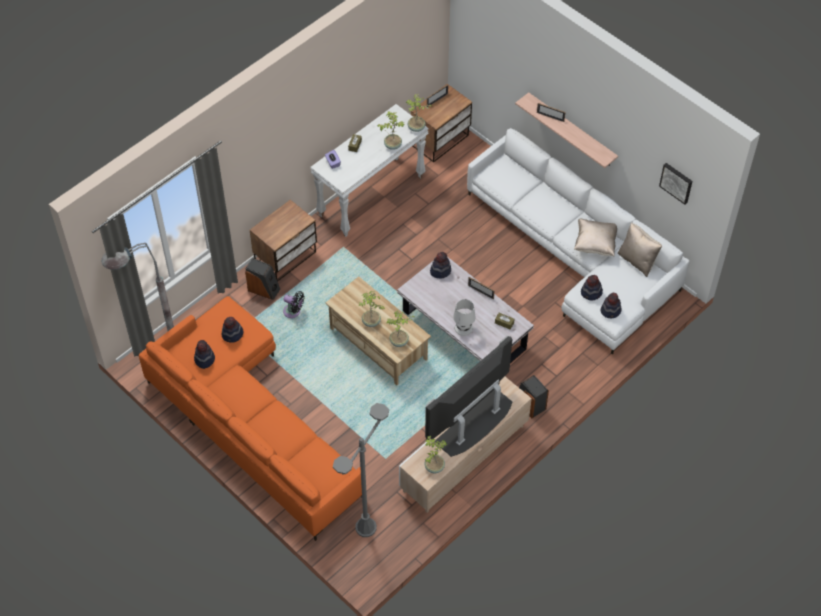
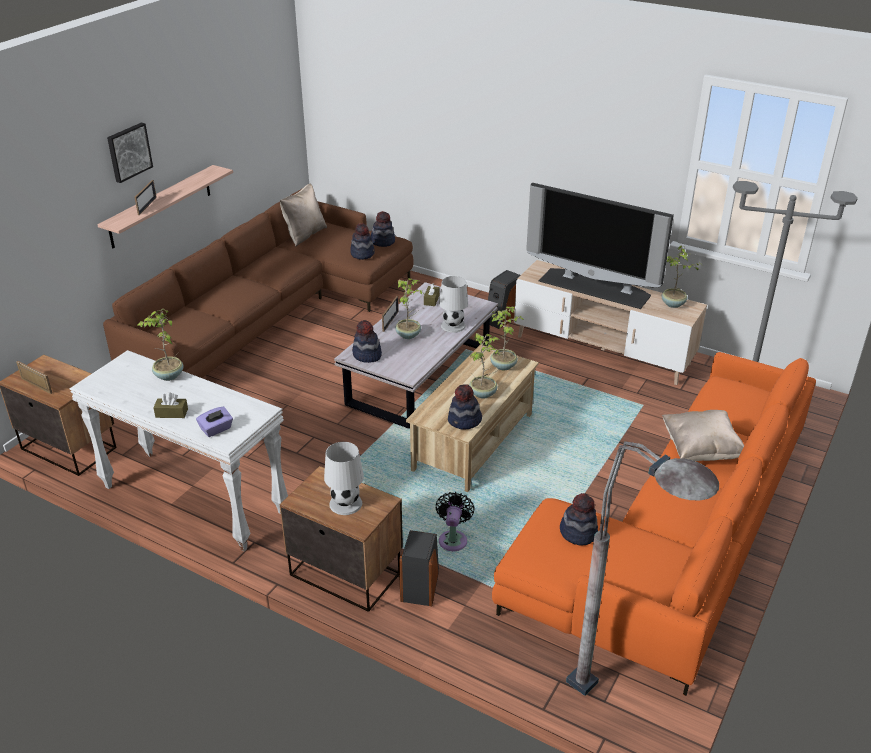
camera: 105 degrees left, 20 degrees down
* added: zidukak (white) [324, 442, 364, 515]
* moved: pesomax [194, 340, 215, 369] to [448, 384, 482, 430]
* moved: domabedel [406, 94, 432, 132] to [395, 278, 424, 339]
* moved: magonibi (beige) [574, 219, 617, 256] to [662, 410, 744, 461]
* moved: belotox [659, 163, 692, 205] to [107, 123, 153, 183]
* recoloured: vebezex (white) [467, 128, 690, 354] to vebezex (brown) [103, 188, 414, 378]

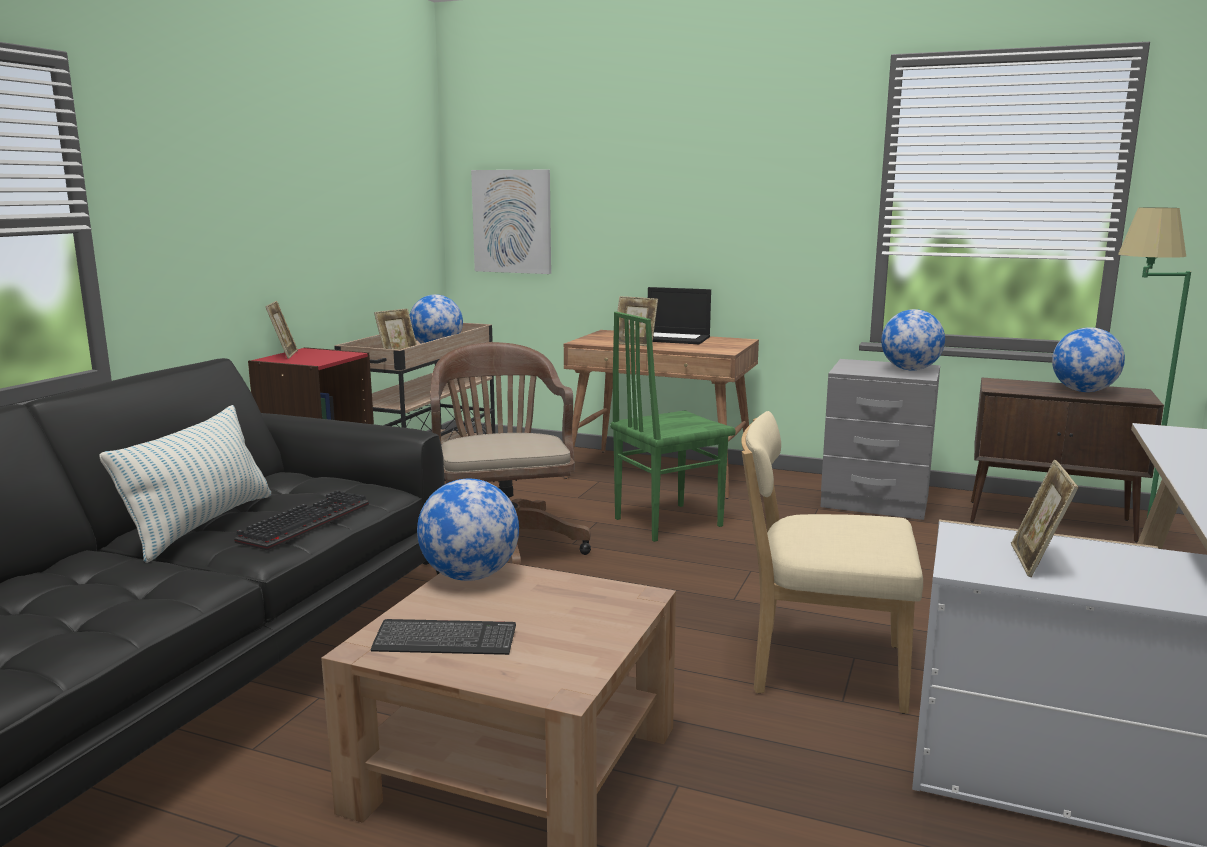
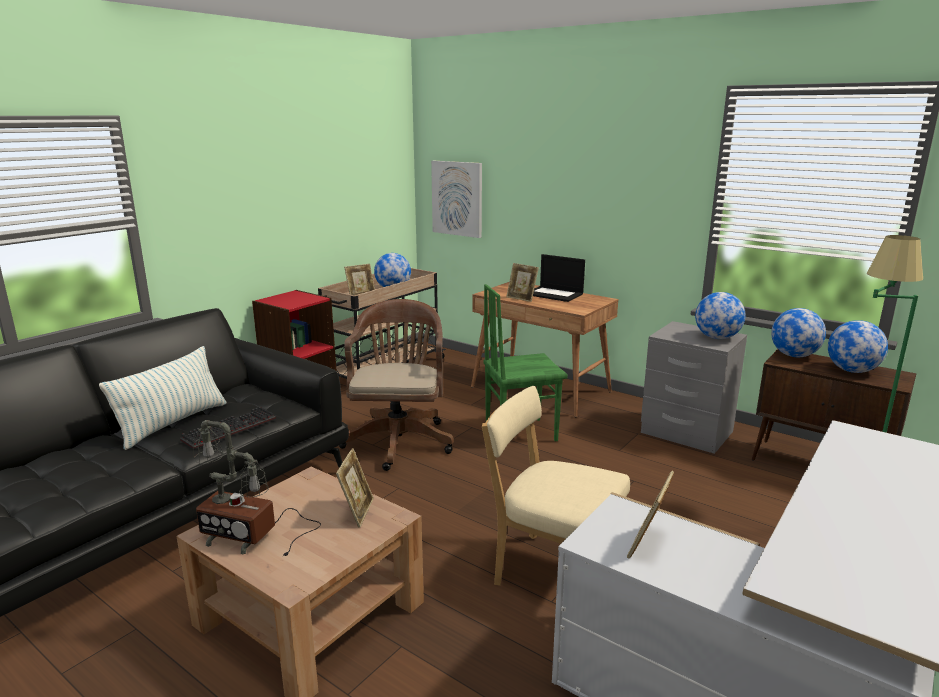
camera: 15 degrees right, 5 degrees up
* moved: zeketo [266, 301, 298, 359] to [336, 448, 374, 528]
* moved: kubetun [417, 479, 519, 581] to [771, 308, 826, 357]
* replaced: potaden [371, 619, 516, 655] to zidukak [193, 420, 321, 557]

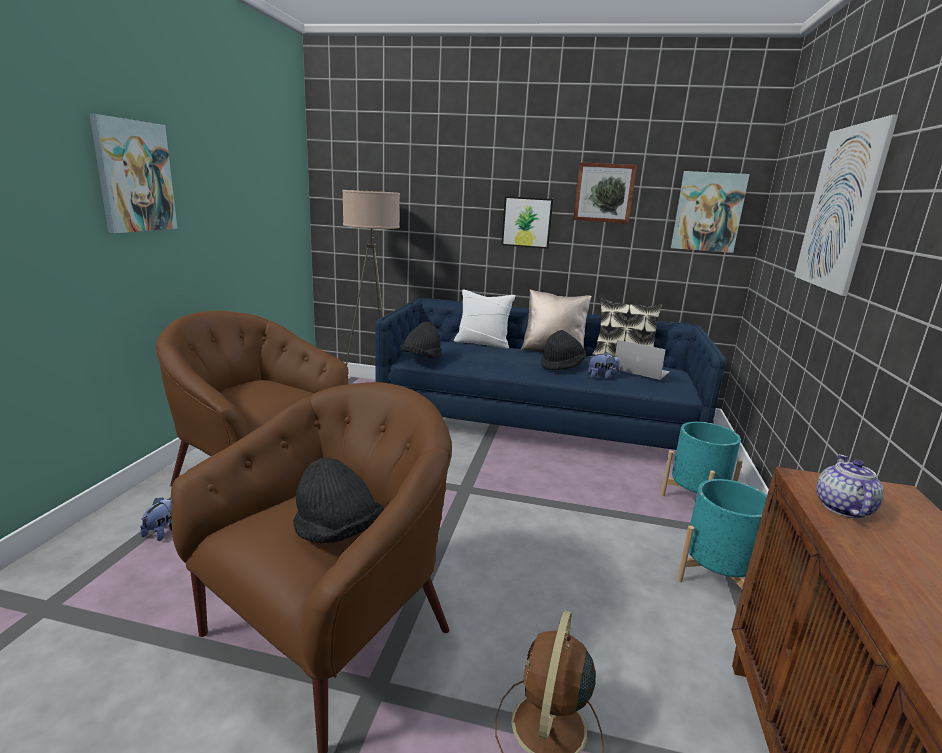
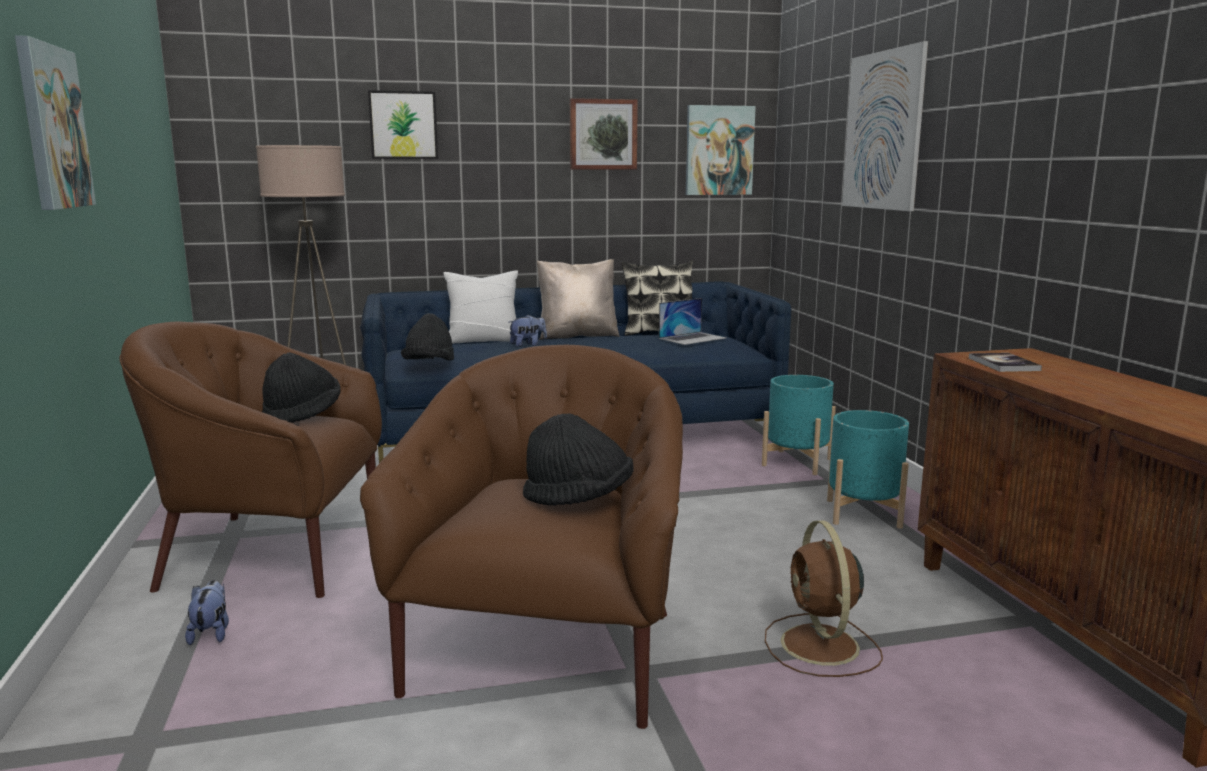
camera: 25 degrees left, 5 degrees down
* moved: belotox [501, 196, 554, 249] to [368, 90, 438, 159]
* moved: pesomax (black) [541, 330, 586, 370] to [262, 352, 341, 423]
* moved: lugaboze [588, 352, 620, 379] to [509, 315, 547, 347]
* replaced: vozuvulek [816, 454, 884, 518] to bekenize [969, 353, 1042, 372]
* turned: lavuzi [613, 340, 670, 380] = [659, 298, 726, 345] 135 degrees clockwise

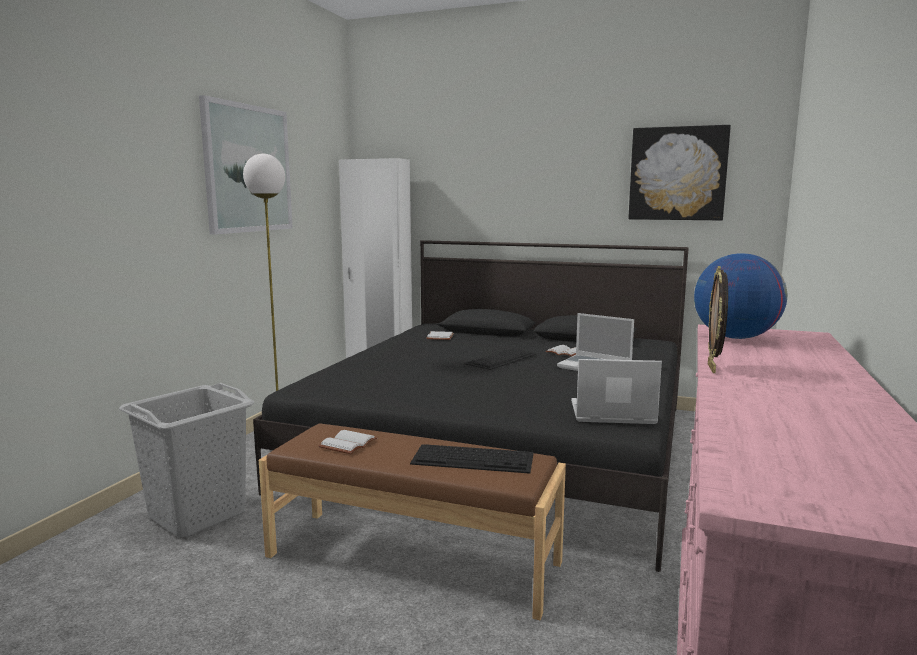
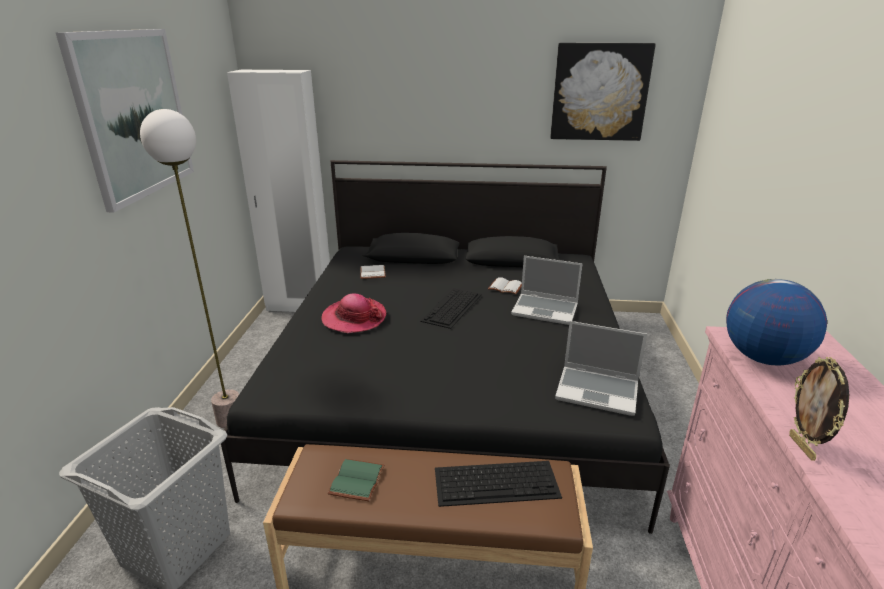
camera: 15 degrees left, 15 degrees up
* added: pesomax [321, 293, 386, 333]
* recoloured: bekenize (white) [319, 430, 377, 454] to bekenize (green) [328, 459, 385, 501]
* turned: lavuzi [571, 359, 662, 424] = [555, 321, 647, 416] 150 degrees counterclockwise

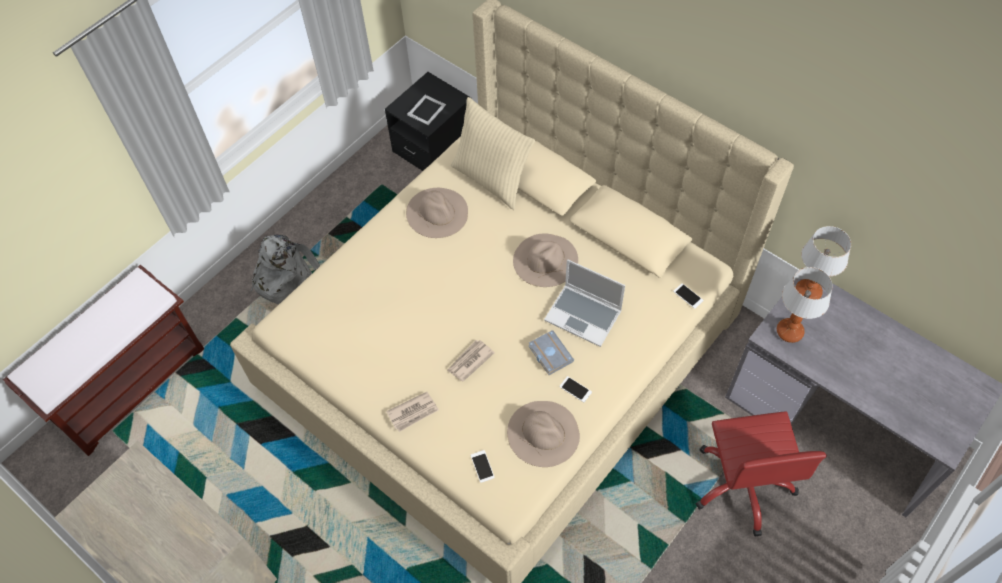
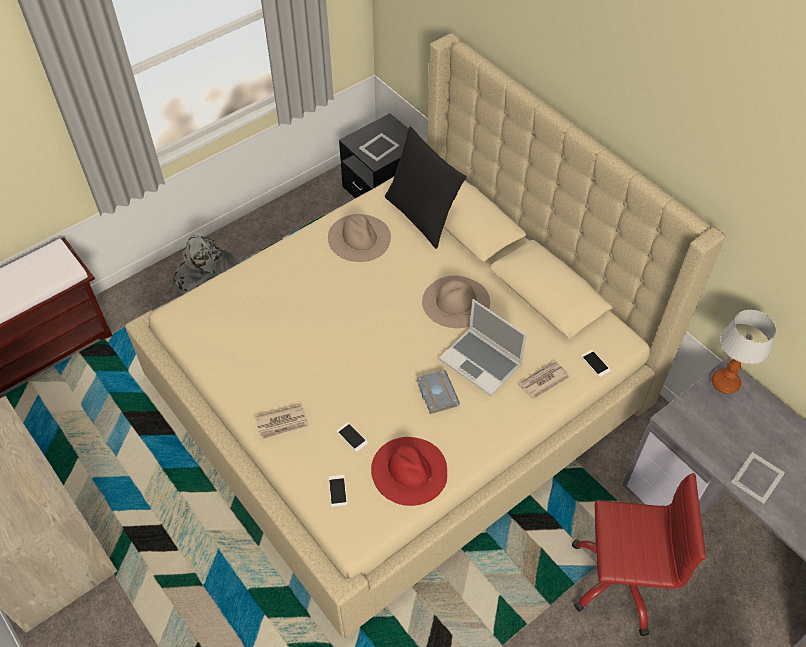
camera: 10 degrees right, 5 degrees down
* removed: zidukak [777, 267, 833, 343]
* added: zeketo [731, 452, 785, 504]
* moved: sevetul [447, 340, 495, 381] to [518, 361, 570, 398]
* moved: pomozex [559, 376, 592, 402] to [337, 422, 368, 452]
* recoloured: magonibi (beige) [451, 97, 535, 210] to magonibi (black) [385, 127, 466, 249]
* recoloured: pesomax (beige) [507, 401, 580, 467] to pesomax (red) [371, 437, 447, 506]
* turned: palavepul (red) [696, 411, 827, 536] = [572, 473, 706, 636] 90 degrees counterclockwise

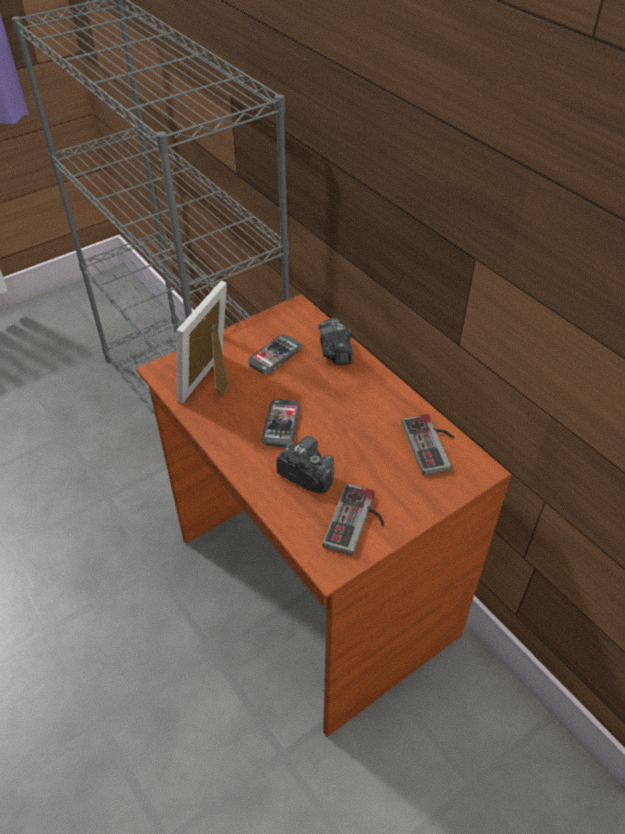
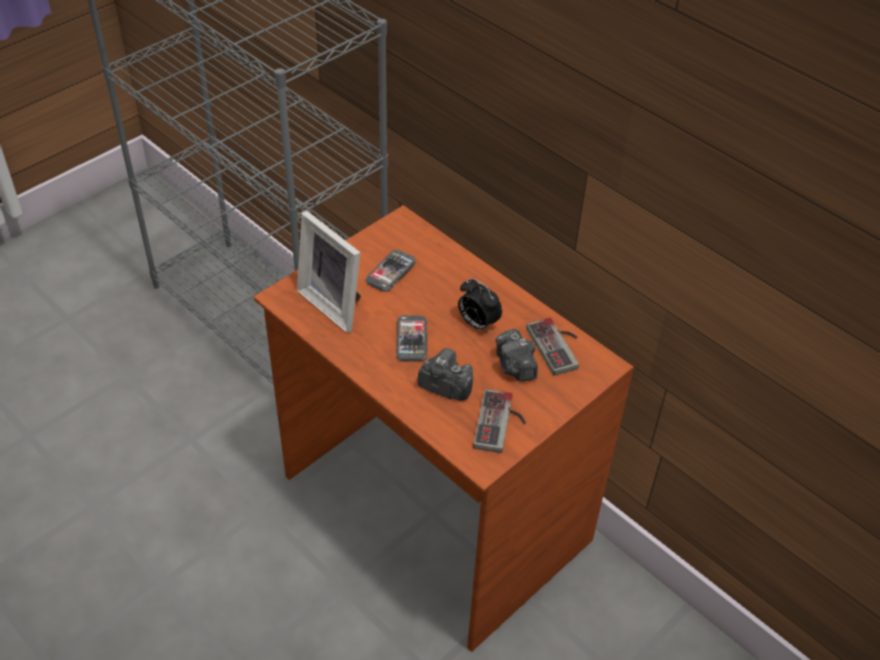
camera: 10 degrees left, 0 degrees up
* added: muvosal [458, 278, 502, 332]
* moved: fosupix [318, 318, 353, 365] to [495, 329, 538, 382]
* turned: zeketo [177, 281, 228, 404] = [297, 211, 361, 333] 60 degrees counterclockwise

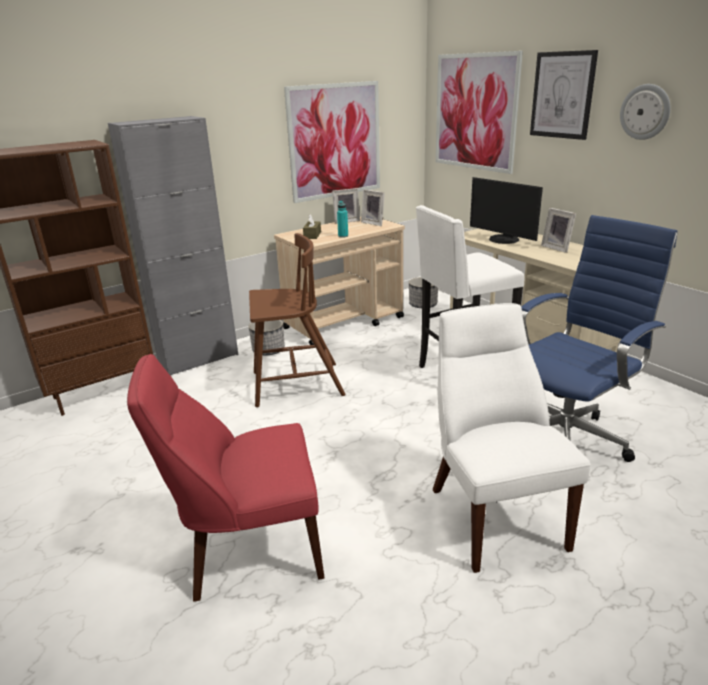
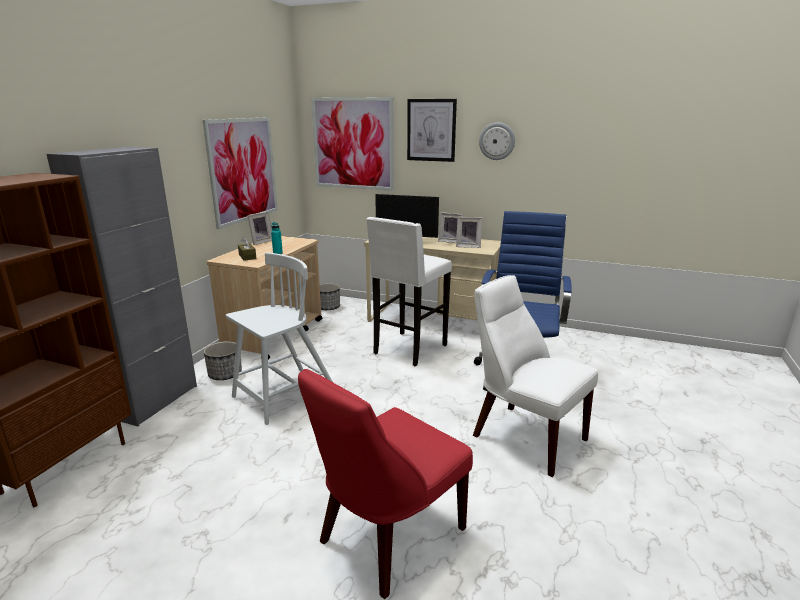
camera: 35 degrees left, 5 degrees down
* moved: zeketo [361, 189, 385, 226] to [456, 217, 482, 248]
* recoloured: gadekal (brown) [249, 233, 346, 407] to gadekal (white) [226, 252, 333, 425]

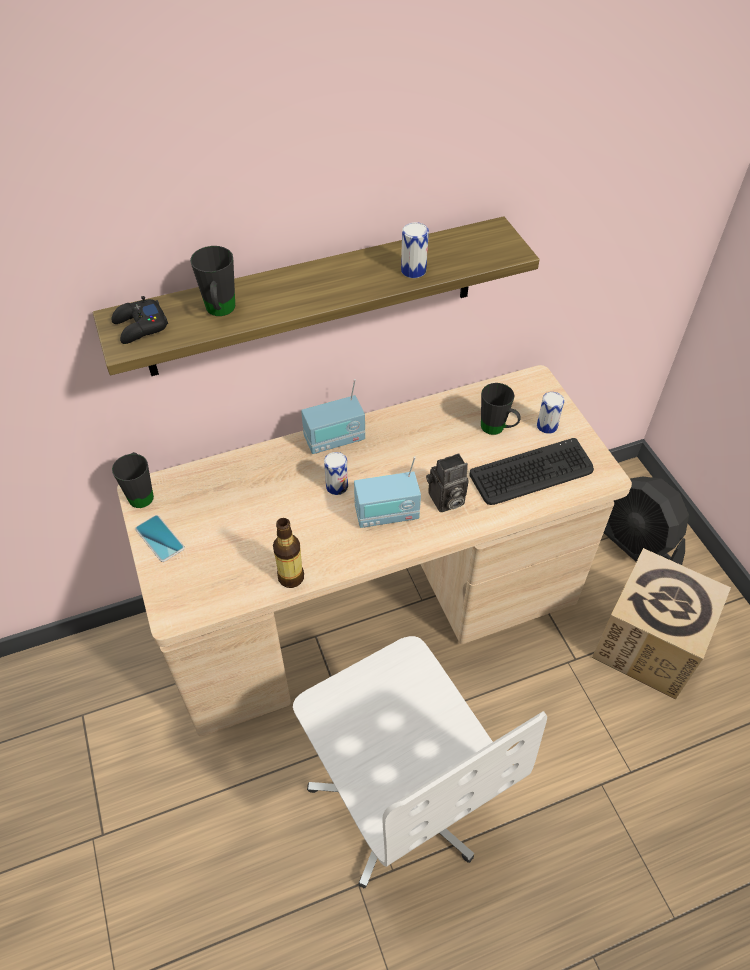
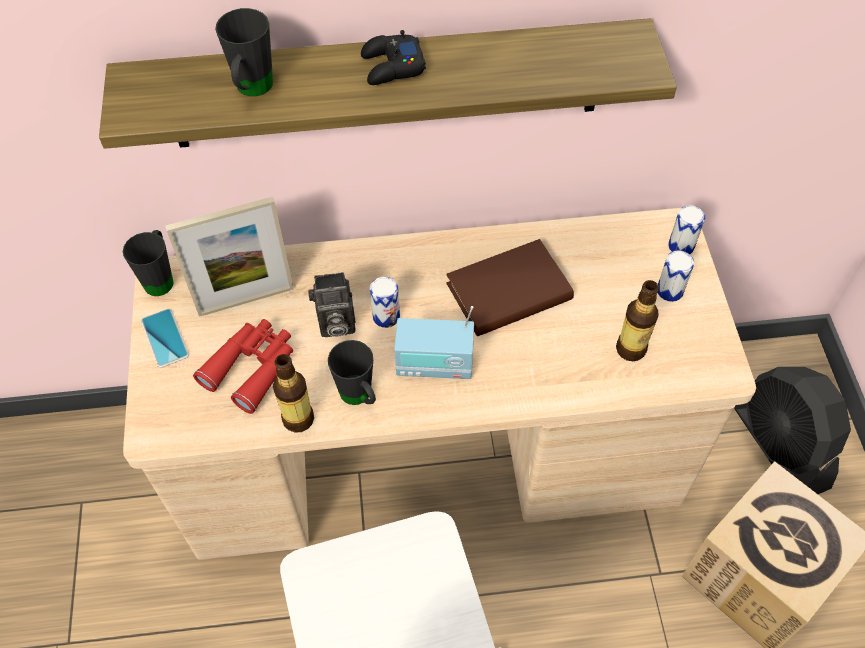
camera: 15 degrees right, 5 degrees up
* removed: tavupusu [301, 379, 365, 454]
* added: zeketo [165, 196, 294, 317]
* added: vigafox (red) [193, 319, 293, 414]
* added: bekenize (brown) [446, 239, 574, 336]
* moved: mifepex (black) [112, 296, 168, 344] to [361, 30, 426, 85]
* moved: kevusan [401, 222, 429, 278] to [668, 205, 705, 254]
* moved: fosupix [426, 453, 469, 512] to [308, 272, 355, 337]
* moved: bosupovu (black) [481, 383, 521, 435] to [328, 340, 376, 405]
* replaced: potaden [470, 438, 594, 505] to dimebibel [616, 280, 659, 361]

